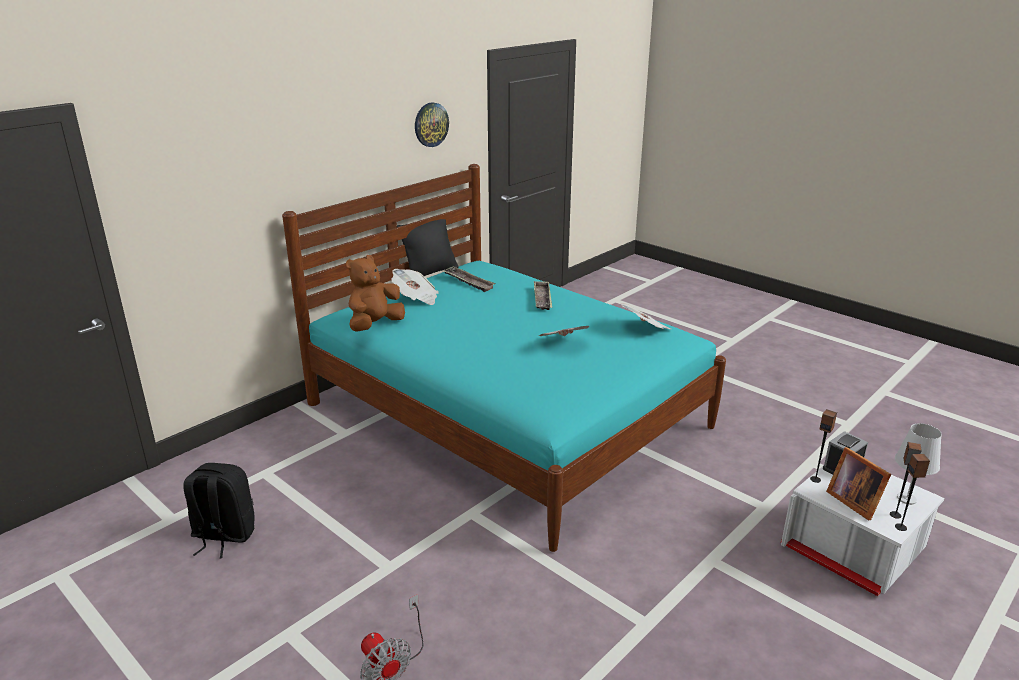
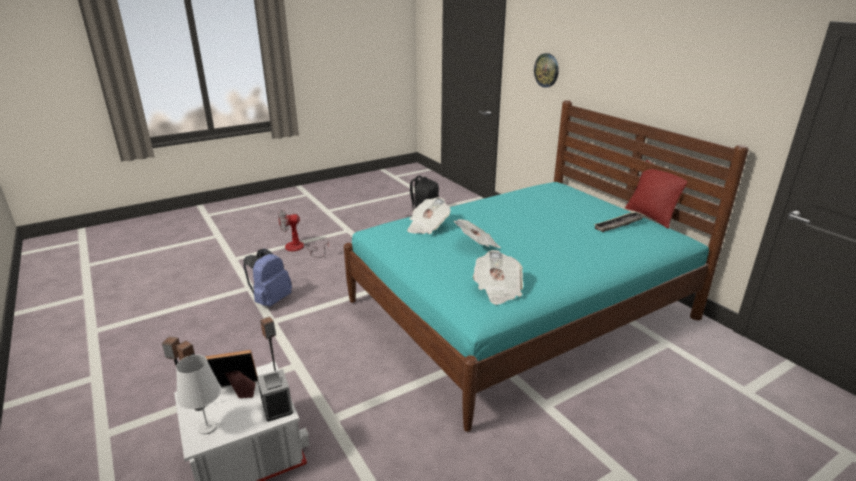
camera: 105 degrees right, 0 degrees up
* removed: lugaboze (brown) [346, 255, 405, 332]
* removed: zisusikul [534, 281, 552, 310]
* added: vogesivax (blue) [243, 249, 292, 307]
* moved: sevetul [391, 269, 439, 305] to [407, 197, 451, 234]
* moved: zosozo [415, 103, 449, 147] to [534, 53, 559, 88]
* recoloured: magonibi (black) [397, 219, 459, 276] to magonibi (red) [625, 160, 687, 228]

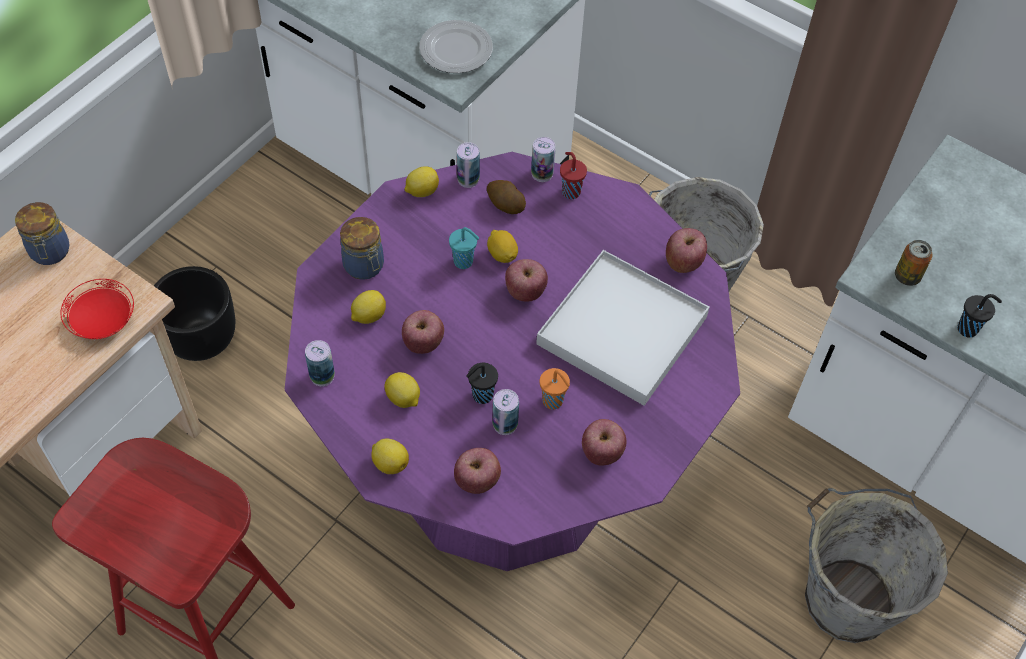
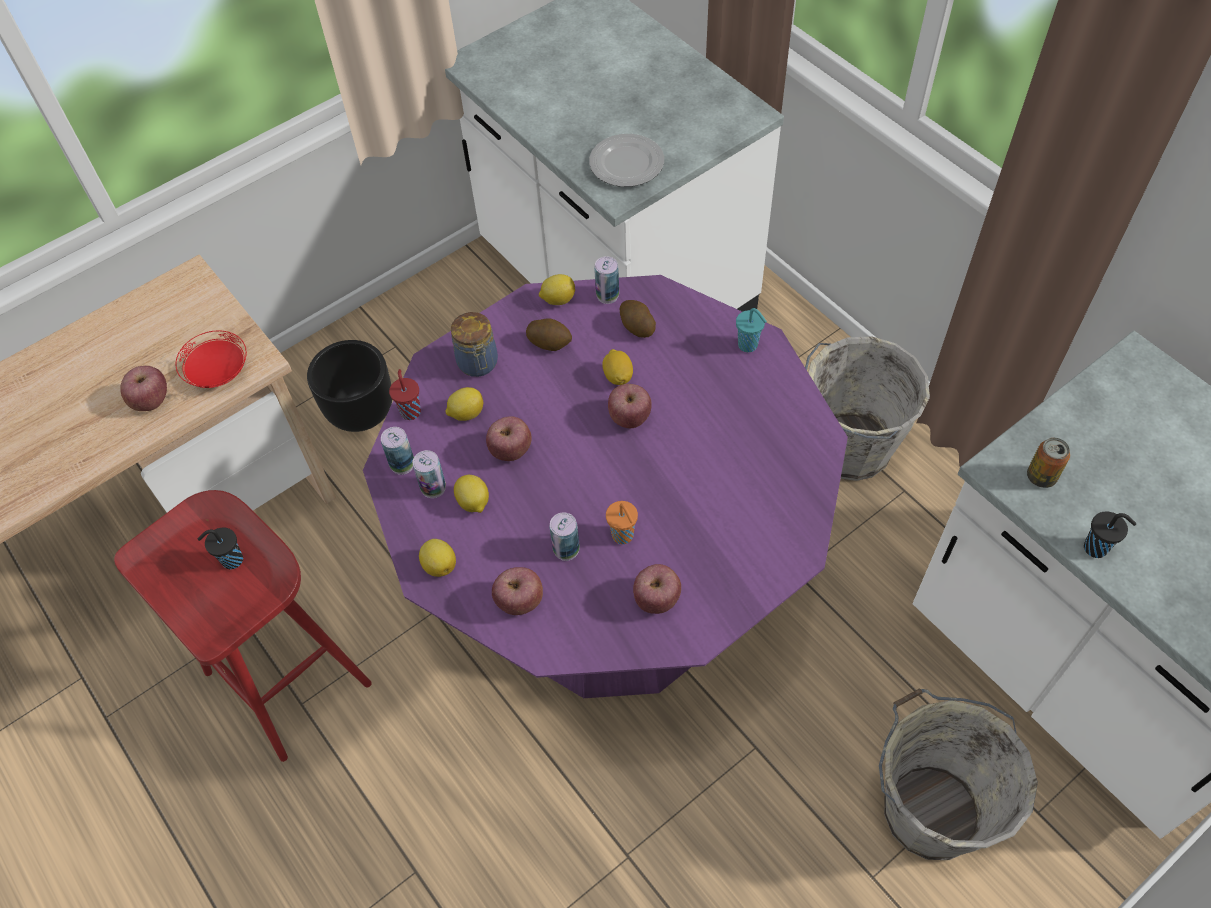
camera: 20 degrees right, 0 degrees up
* removed: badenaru [15, 202, 70, 265]
* removed: zisusikul (white) [536, 250, 710, 406]
* added: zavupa [526, 318, 572, 351]
* moved: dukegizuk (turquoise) [449, 227, 479, 269] to [736, 308, 767, 352]
* moved: dukegizuk (black) [466, 363, 498, 404] to [198, 528, 243, 569]
* moved: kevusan [531, 137, 556, 182] to [413, 450, 446, 498]
* moved: dukegizuk (red) [560, 152, 587, 199] to [389, 369, 421, 420]
* moved: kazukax [666, 228, 707, 273] to [120, 366, 167, 411]

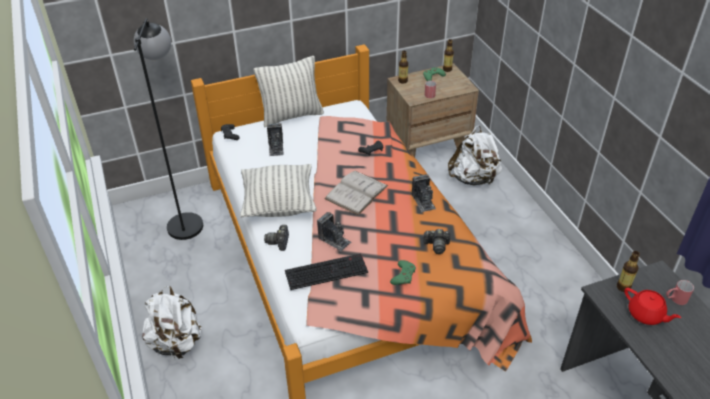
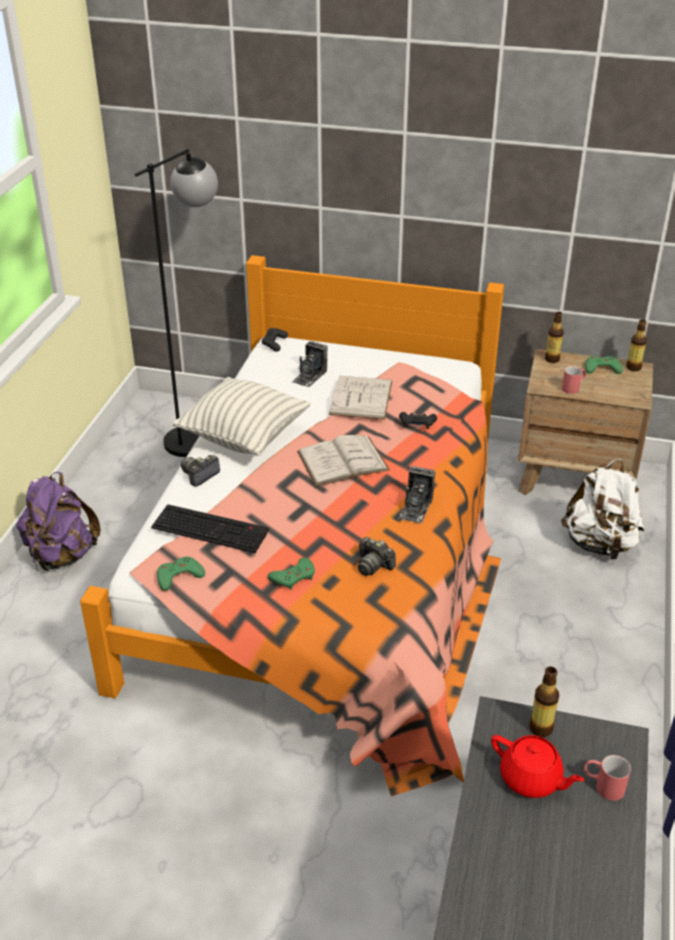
camera: 35 degrees right, 5 degrees down
* removed: magonibi [253, 56, 324, 127]
* removed: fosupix [317, 212, 351, 251]
* added: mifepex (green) [157, 557, 205, 591]
* added: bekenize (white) [329, 376, 392, 420]
* recoloured: vogesivax (white) [142, 286, 202, 359] to vogesivax (purple) [16, 472, 101, 572]
* turned: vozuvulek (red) [624, 288, 681, 325] = [491, 735, 584, 798] 45 degrees counterclockwise

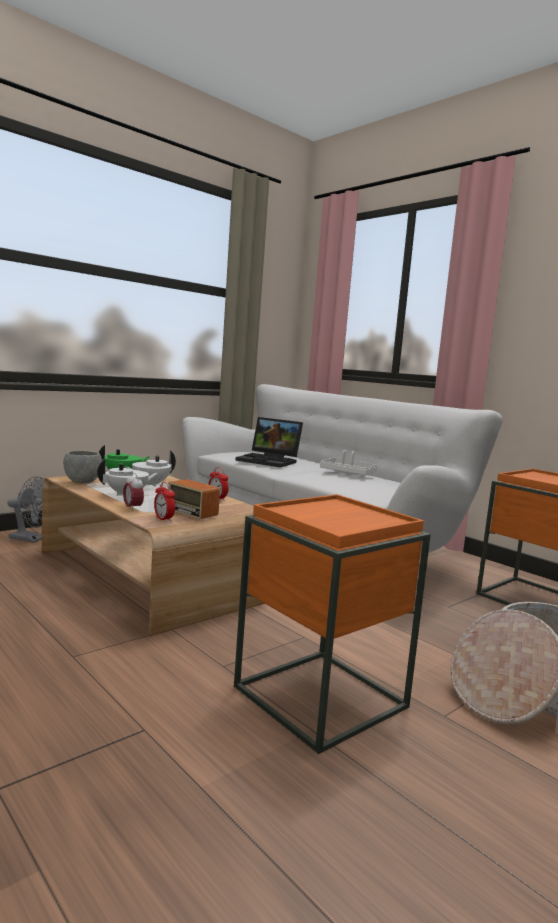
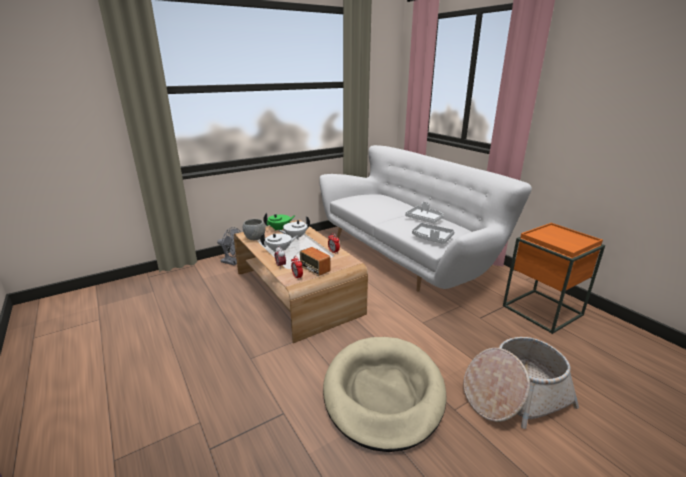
camera: 10 degrees right, 15 degrees up
* removed: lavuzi [235, 417, 303, 468]
* added: zisusikul (grey) [412, 223, 455, 244]
* replaced: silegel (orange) [234, 494, 431, 754] to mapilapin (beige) [323, 337, 447, 452]

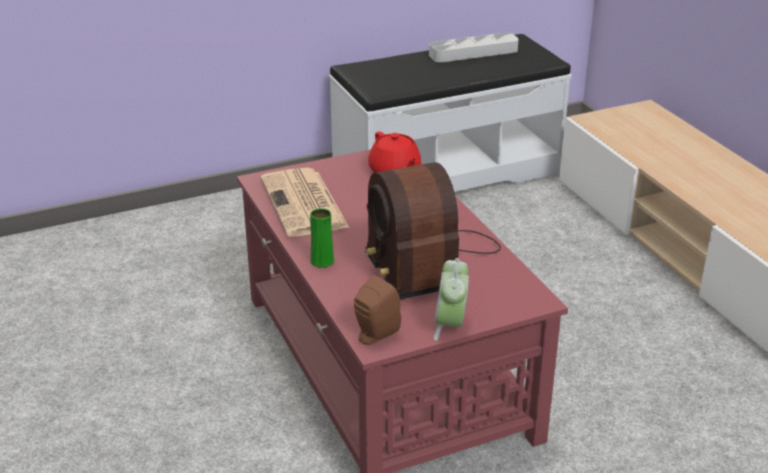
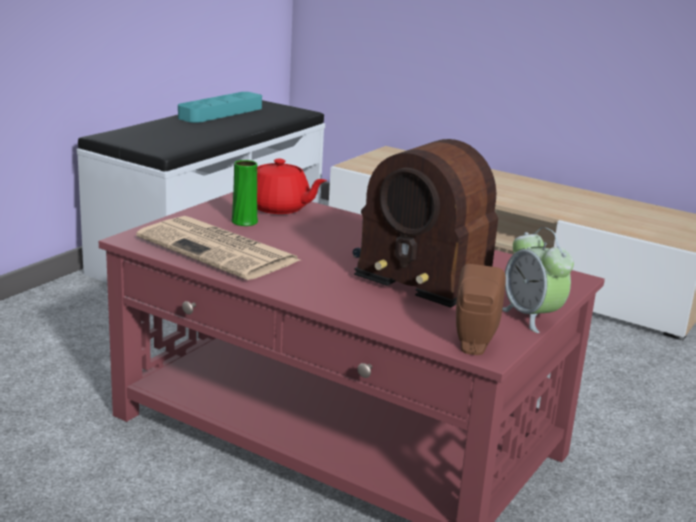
camera: 35 degrees left, 10 degrees down
* moved: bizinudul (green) [310, 208, 334, 268] to [231, 160, 258, 226]
* recoloured: zisusikul (grey) [429, 33, 519, 63] to zisusikul (turquoise) [178, 92, 262, 123]

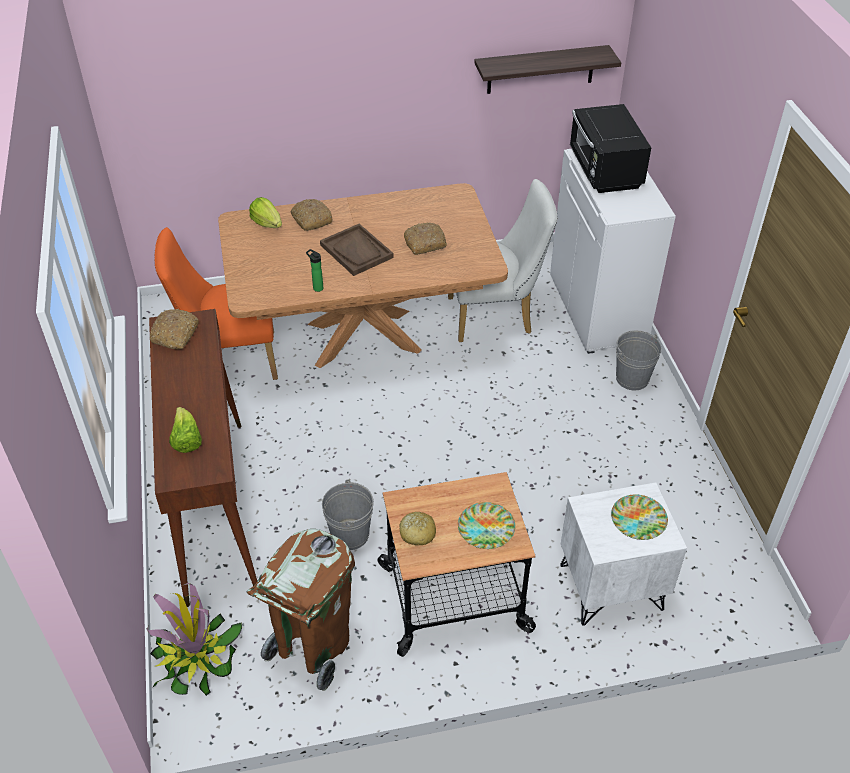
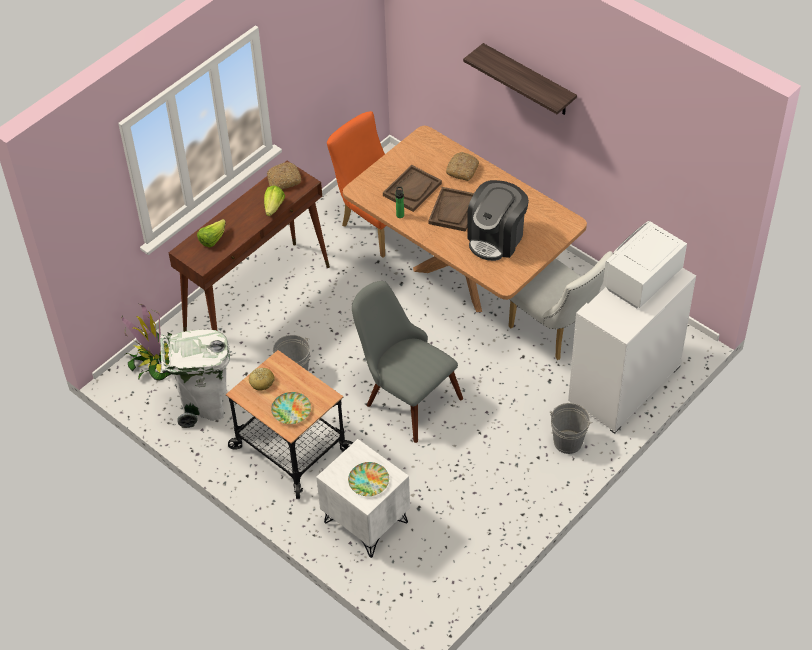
camera: 55 degrees right, 5 degrees up
* added: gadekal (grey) [352, 281, 463, 443]
* added: zisusikul (brown) [383, 165, 442, 212]
* moved: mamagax [249, 197, 282, 228] to [264, 186, 285, 216]
* moved: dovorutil [474, 45, 621, 94] to [463, 43, 577, 115]
* replaced: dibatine [404, 222, 447, 255] to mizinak [467, 180, 529, 261]
* recoloured: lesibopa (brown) [246, 529, 355, 691] to lesibopa (white) [160, 329, 230, 428]
* recoloured: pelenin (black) [570, 104, 651, 193] to pelenin (white) [603, 221, 687, 308]

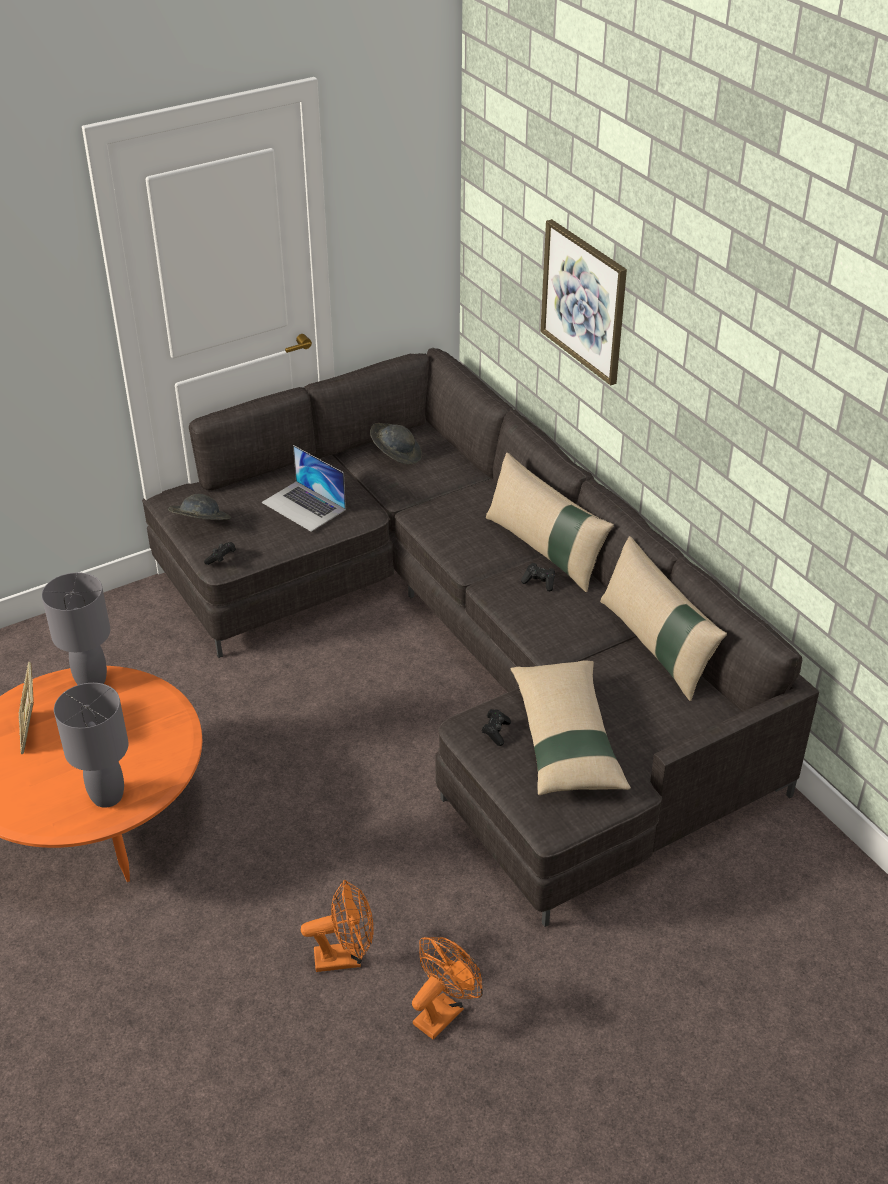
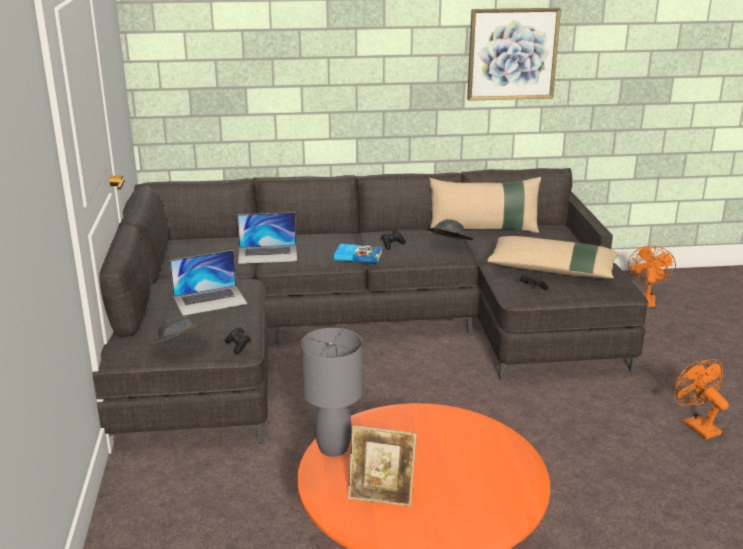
camera: 65 degrees left, 15 degrees down
* removed: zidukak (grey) [54, 683, 129, 808]
* removed: magonibi (beige) [486, 452, 614, 592]
* added: lavuzi [237, 212, 297, 264]
* added: bekenize [334, 244, 382, 263]
* moved: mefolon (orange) [301, 880, 374, 972] to [628, 246, 676, 307]
* moved: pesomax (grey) [370, 423, 422, 464] to [426, 219, 474, 240]
* moved: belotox [541, 219, 627, 385] to [467, 8, 561, 101]

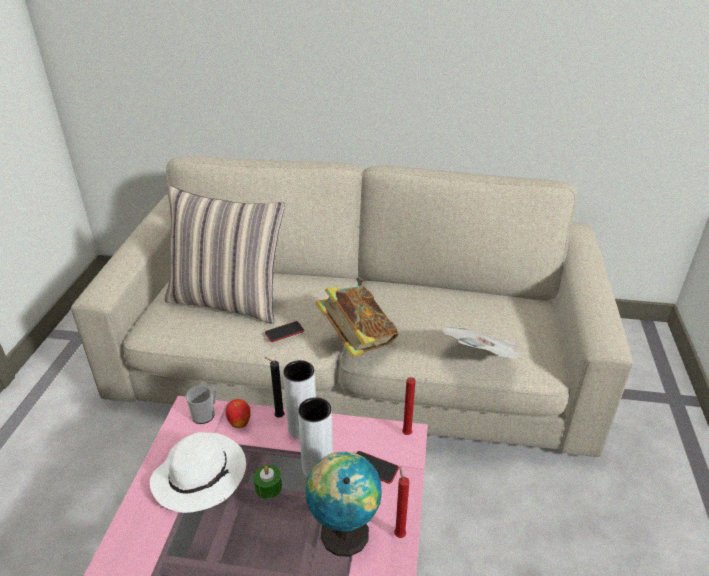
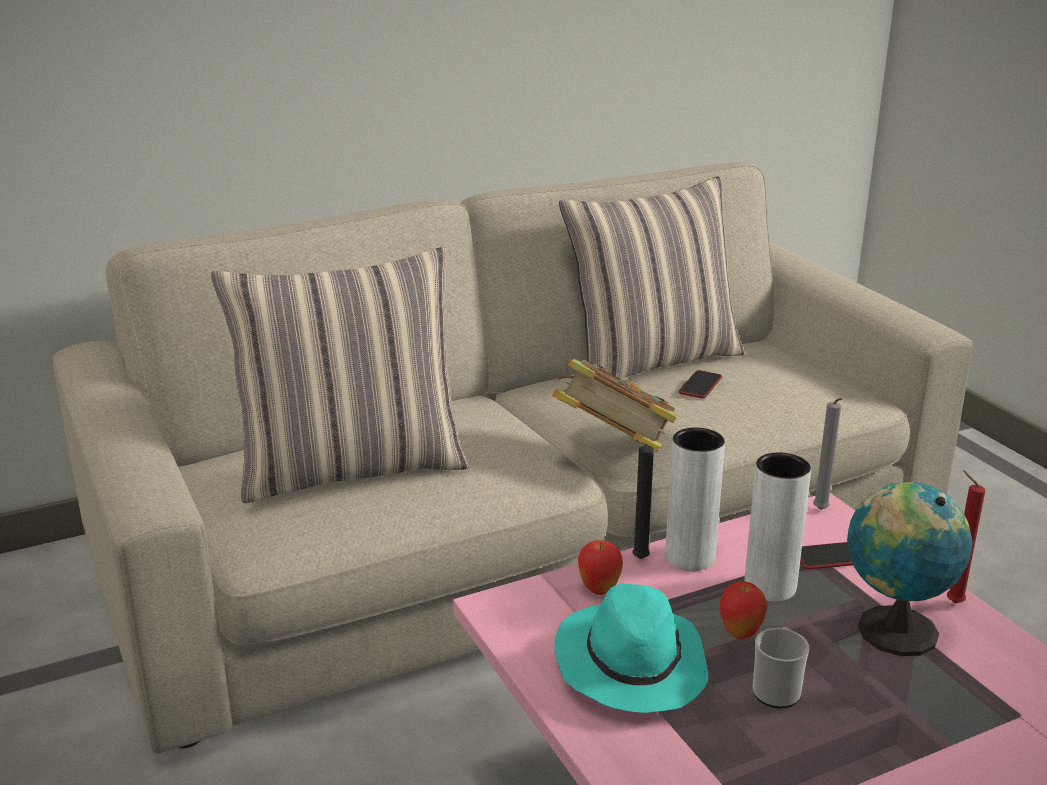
camera: 35 degrees left, 10 degrees down
* removed: sevetul [442, 326, 521, 360]
* added: magonibi [559, 176, 745, 379]
* moved: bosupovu [186, 385, 217, 424] to [753, 627, 809, 709]
* moved: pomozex [265, 321, 304, 342] to [679, 370, 722, 398]
* replaced: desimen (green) [254, 465, 282, 499] to kazukax [720, 581, 767, 639]
* recoloured: pesomax (white) [150, 432, 246, 513] to pesomax (turquoise) [554, 584, 708, 713]
* recoloured: desimen (red) [402, 377, 416, 435] to desimen (grey) [813, 398, 842, 510]

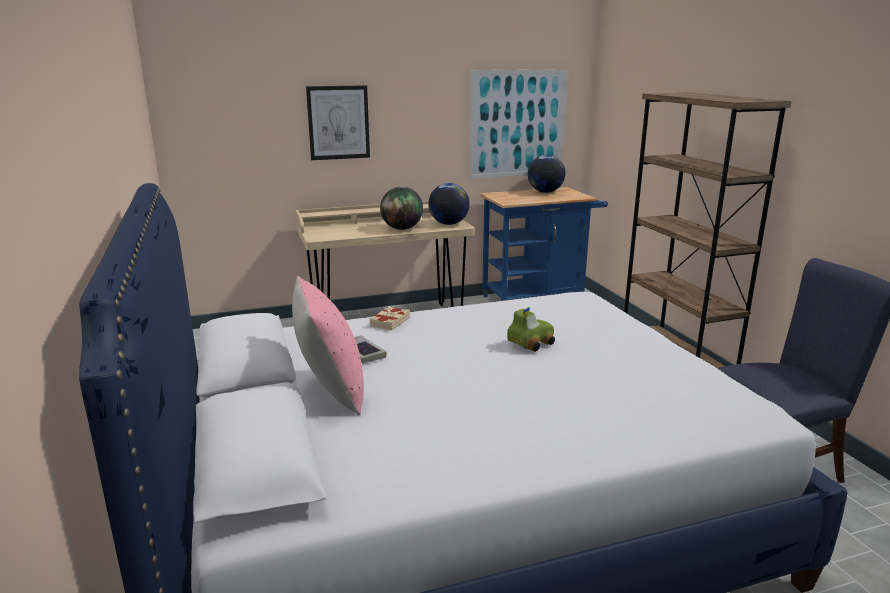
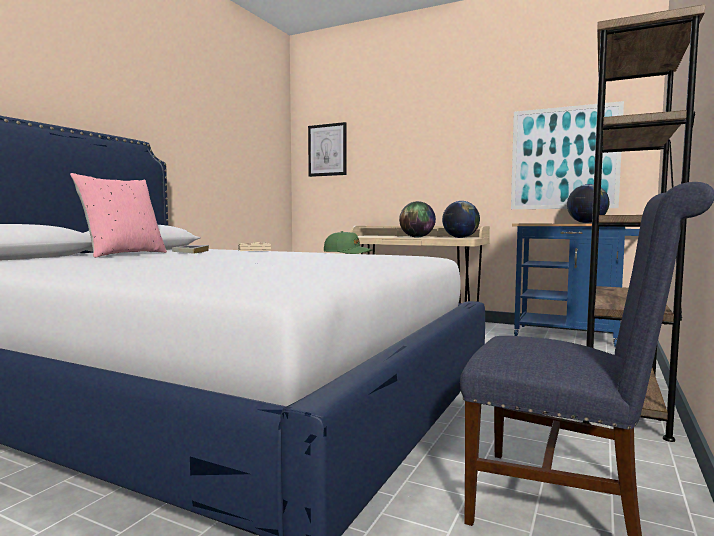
camera: 45 degrees right, 15 degrees down
* removed: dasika [507, 307, 555, 352]
* added: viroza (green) [324, 231, 372, 254]
* moved: belotox [306, 85, 370, 160] to [308, 122, 346, 177]

